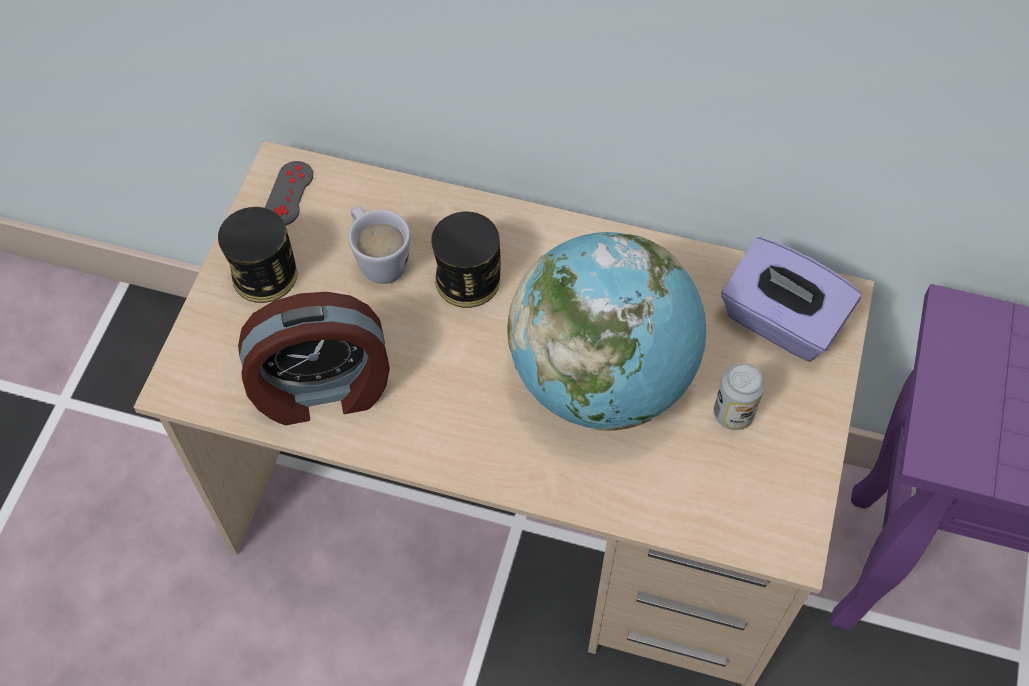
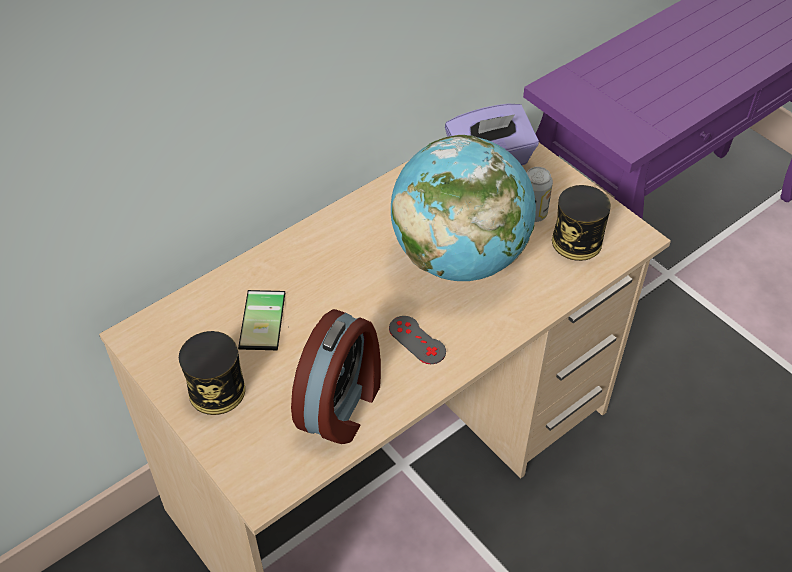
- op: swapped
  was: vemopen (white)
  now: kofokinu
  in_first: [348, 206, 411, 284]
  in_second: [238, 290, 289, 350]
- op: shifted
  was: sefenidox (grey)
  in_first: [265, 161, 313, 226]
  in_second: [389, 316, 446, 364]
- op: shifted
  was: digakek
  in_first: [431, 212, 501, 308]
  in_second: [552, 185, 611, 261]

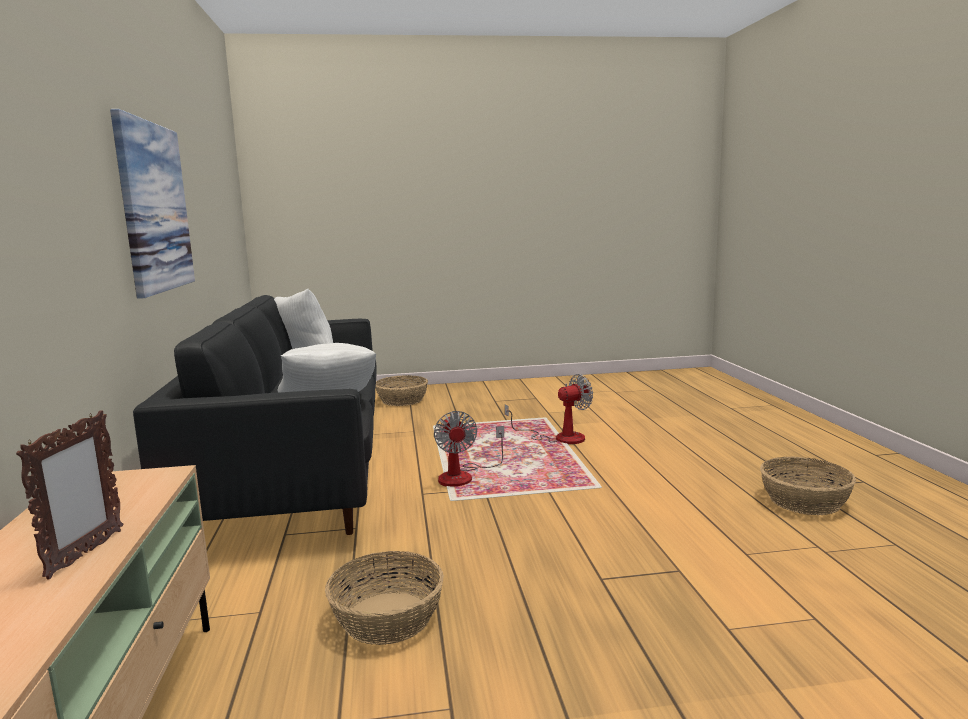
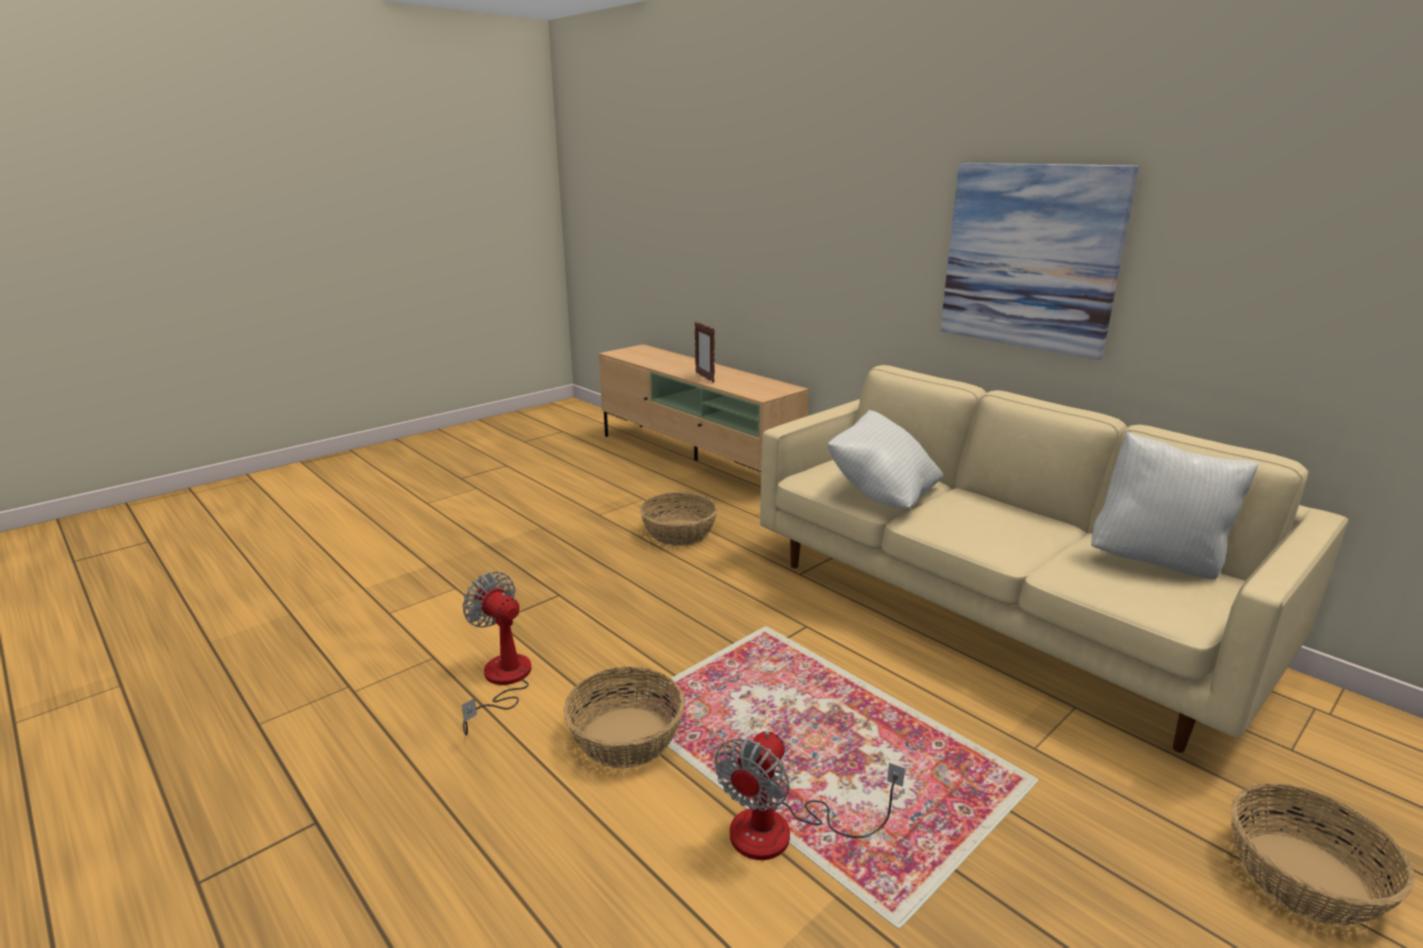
- op: shifted
  was: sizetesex
  in_first: [434, 411, 504, 487]
  in_second: [462, 571, 532, 736]
- op: shifted
  was: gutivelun
  in_first: [760, 456, 856, 515]
  in_second: [564, 667, 685, 769]
- op: repainted
  was: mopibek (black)
  now: mopibek (beige)
  in_first: [133, 295, 377, 535]
  in_second: [760, 365, 1348, 753]

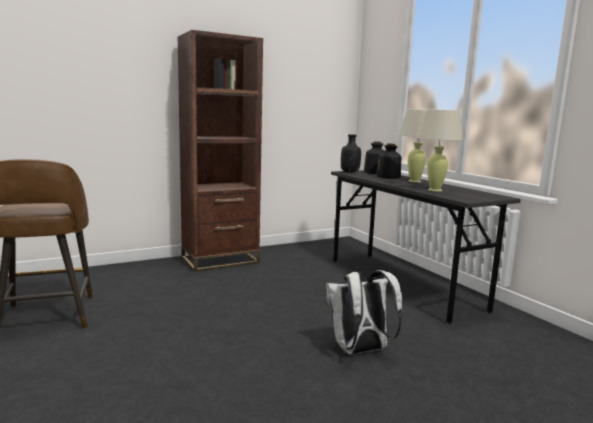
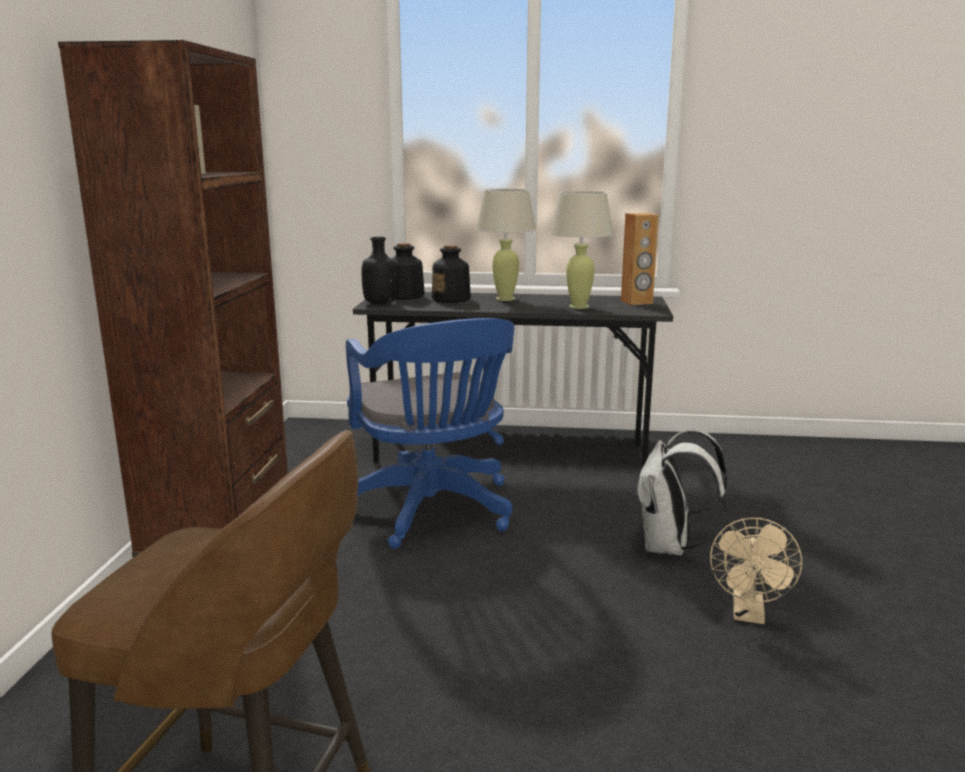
- op: new
  now: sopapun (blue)
  in_second: [346, 318, 514, 549]
- op: new
  now: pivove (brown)
  in_second: [621, 213, 659, 305]
- op: new
  now: sizetesex (beige)
  in_second: [710, 518, 802, 624]

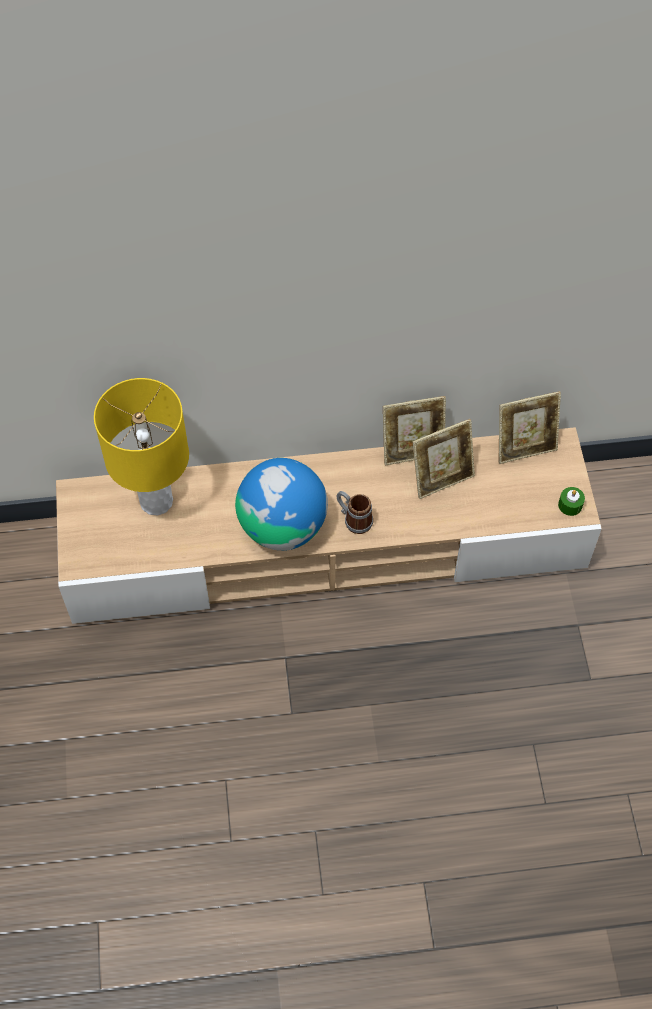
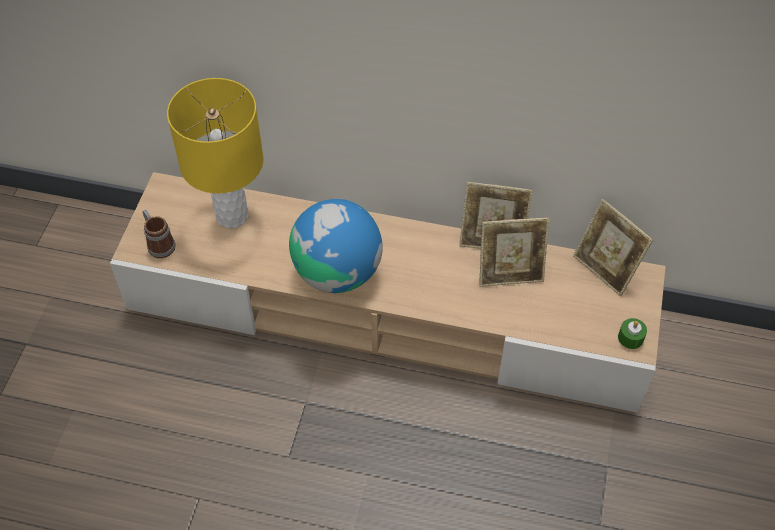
- op: shifted
  was: vemopen
  in_first: [337, 491, 373, 534]
  in_second: [143, 210, 176, 258]
- op: rotated
  was: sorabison
  in_first: [499, 391, 561, 464]
  in_second: [573, 199, 653, 296]
  clockwise: 45

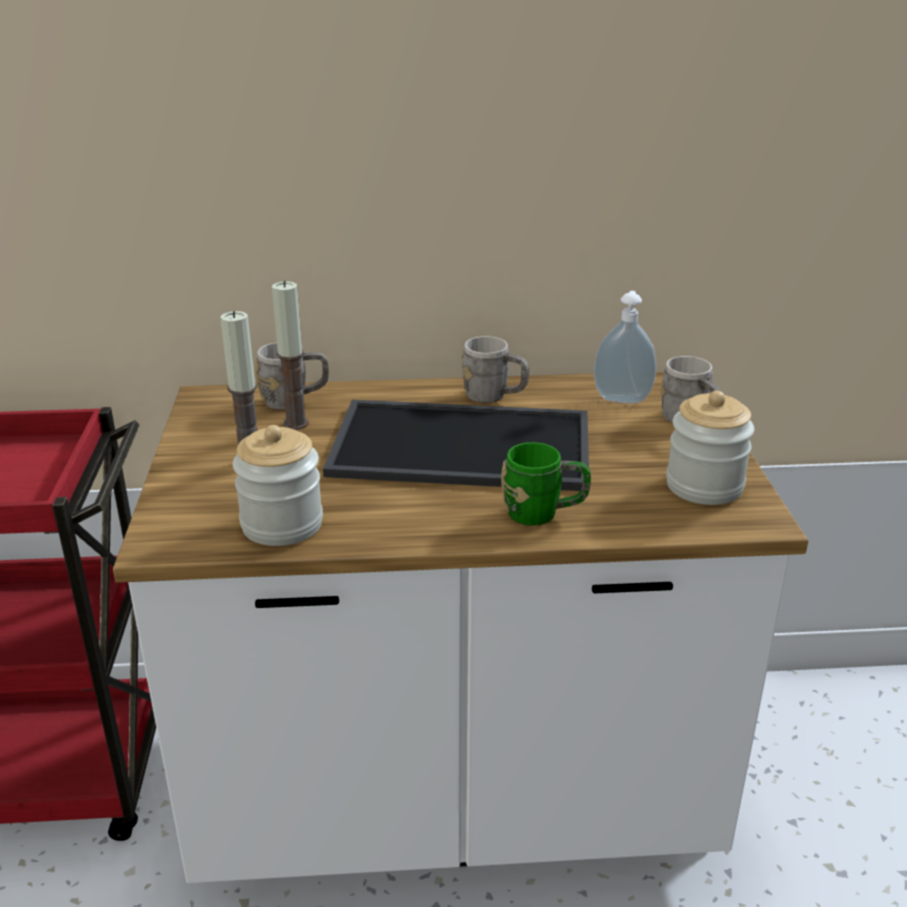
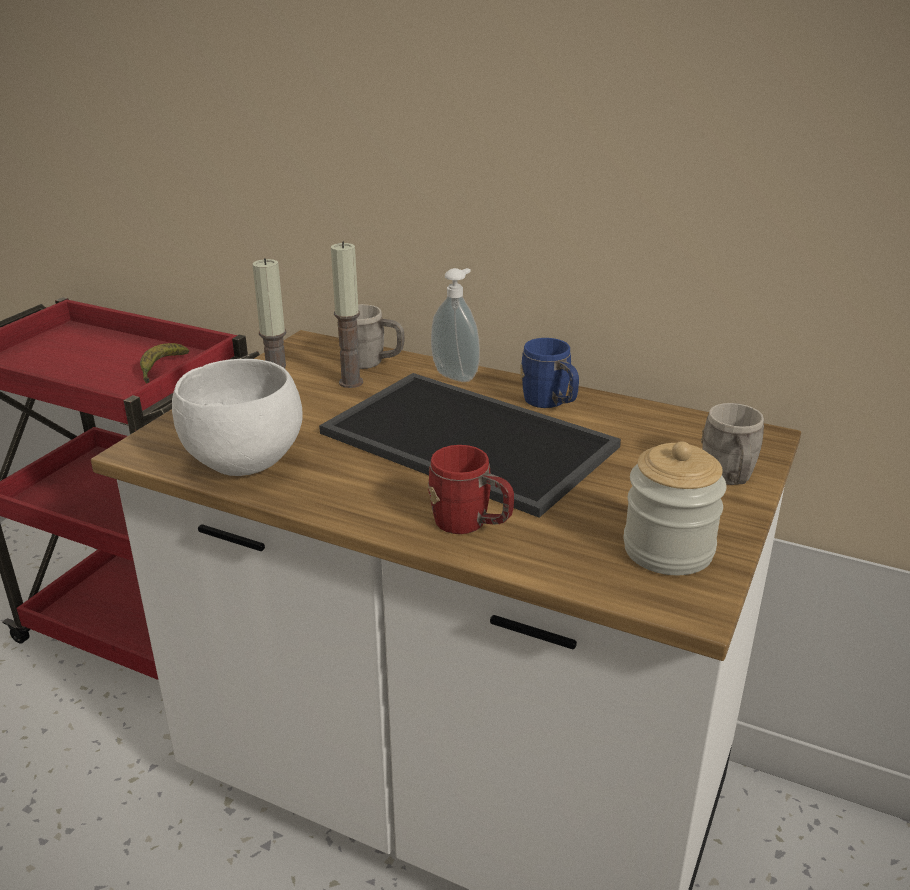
- op: new
  now: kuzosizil
  in_second: [140, 343, 189, 384]
- op: swapped
  was: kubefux
  now: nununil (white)
  in_first: [233, 425, 323, 546]
  in_second: [172, 359, 303, 476]
- op: repainted
  was: vemopen (green)
  now: vemopen (red)
  in_first: [501, 442, 591, 526]
  in_second: [428, 445, 514, 534]
- op: shifted
  was: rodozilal
  in_first: [594, 291, 656, 403]
  in_second: [431, 268, 480, 382]
- op: repainted
  was: vemopen (grey)
  now: vemopen (blue)
  in_first: [462, 336, 529, 403]
  in_second: [520, 338, 579, 408]

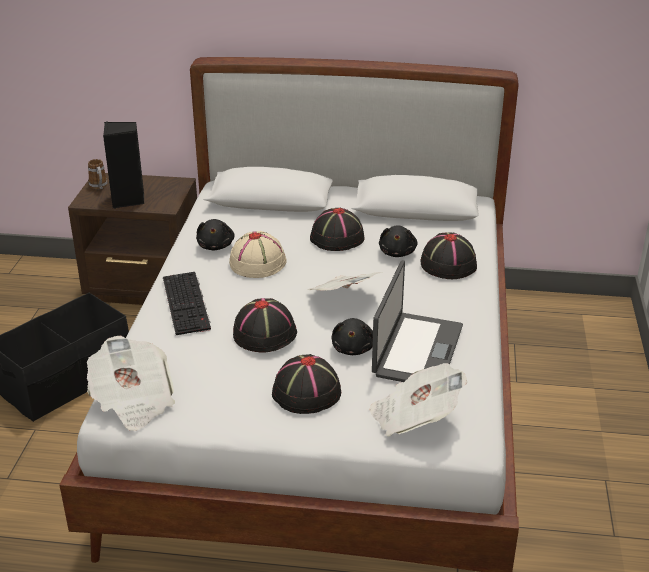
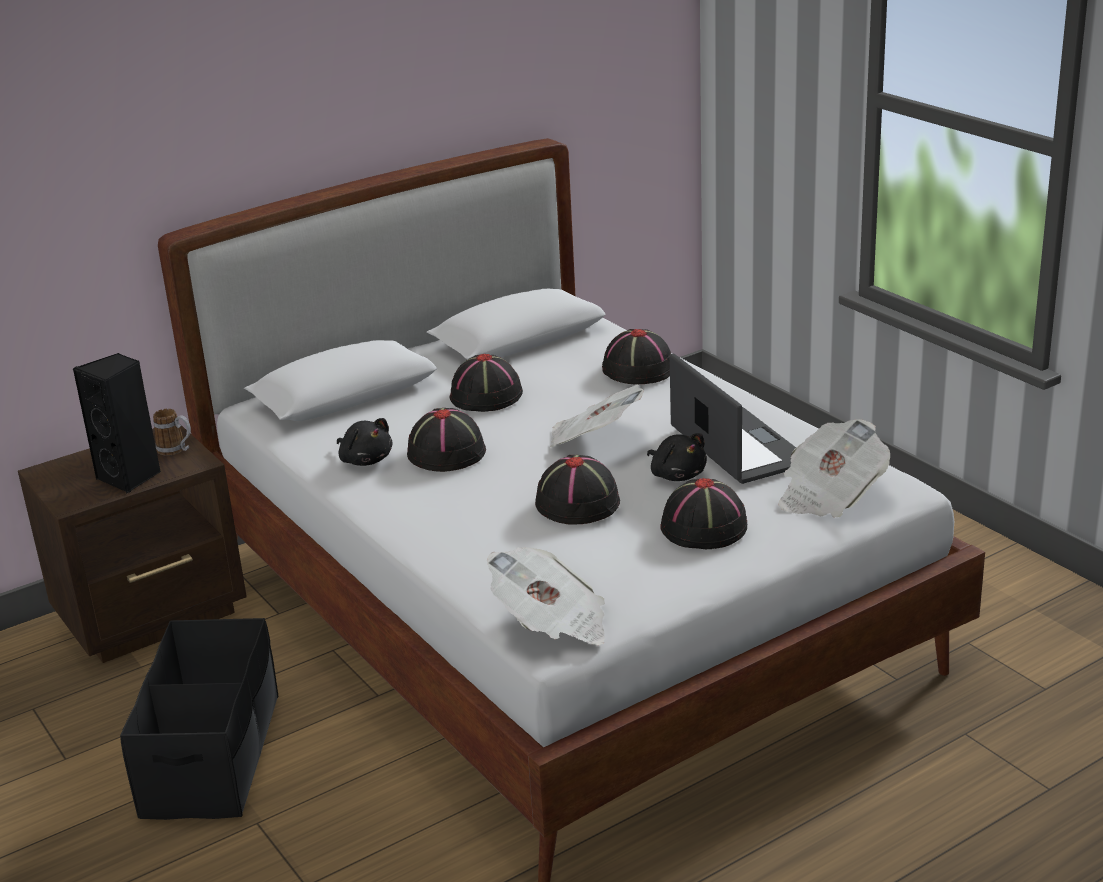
- op: shifted
  was: vemopen
  in_first: [88, 159, 108, 189]
  in_second: [153, 409, 191, 456]
- op: repainted
  was: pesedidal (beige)
  now: pesedidal (black)
  in_first: [229, 231, 287, 278]
  in_second: [407, 408, 486, 472]
- op: gone
  was: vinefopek
  in_first: [163, 272, 211, 335]
- op: gone
  was: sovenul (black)
  in_first: [379, 225, 418, 257]

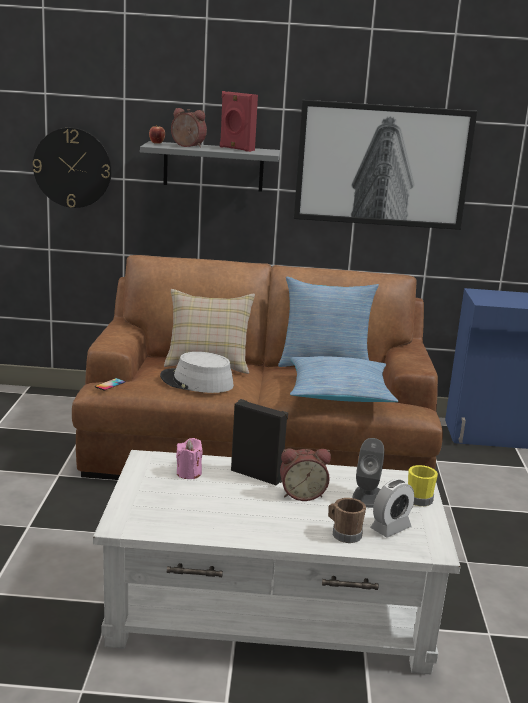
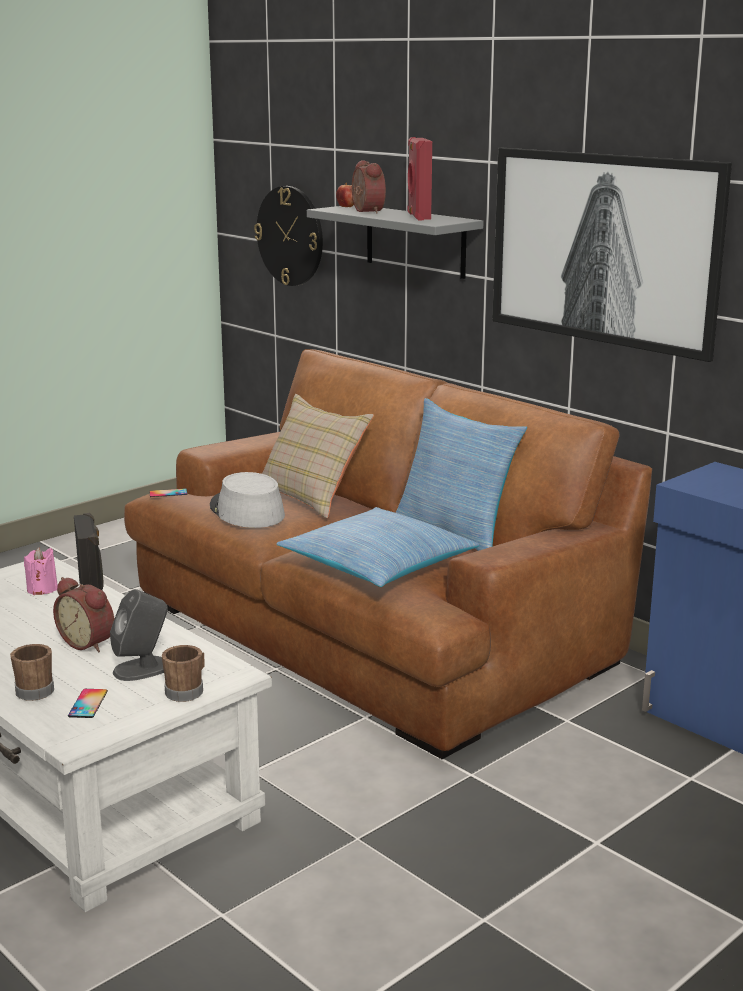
- op: swapped
  was: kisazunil
  now: kofokinu
  in_first: [370, 479, 414, 537]
  in_second: [68, 689, 108, 718]
- op: repainted
  was: vemopen (yellow)
  now: vemopen (brown)
  in_first: [408, 465, 438, 506]
  in_second: [162, 645, 204, 702]

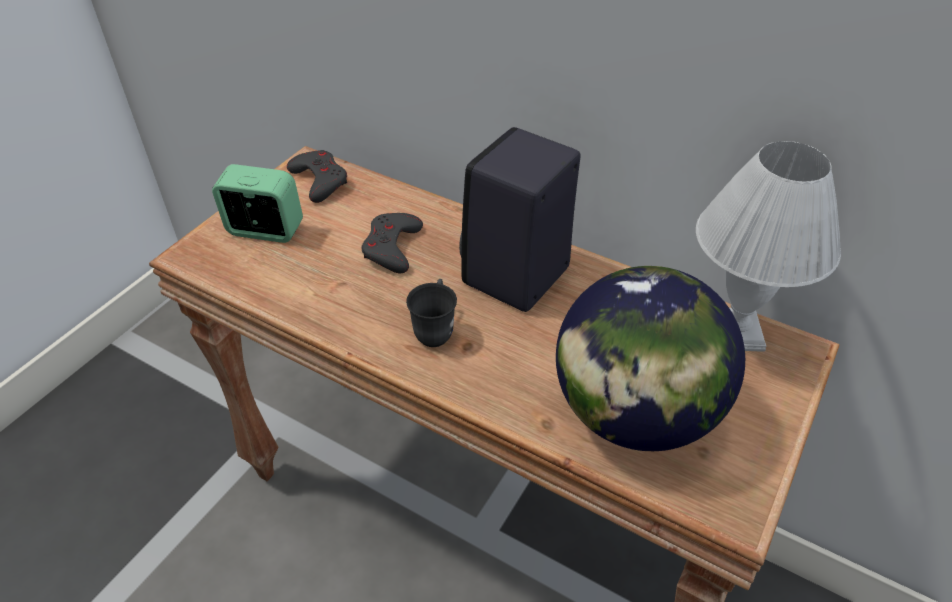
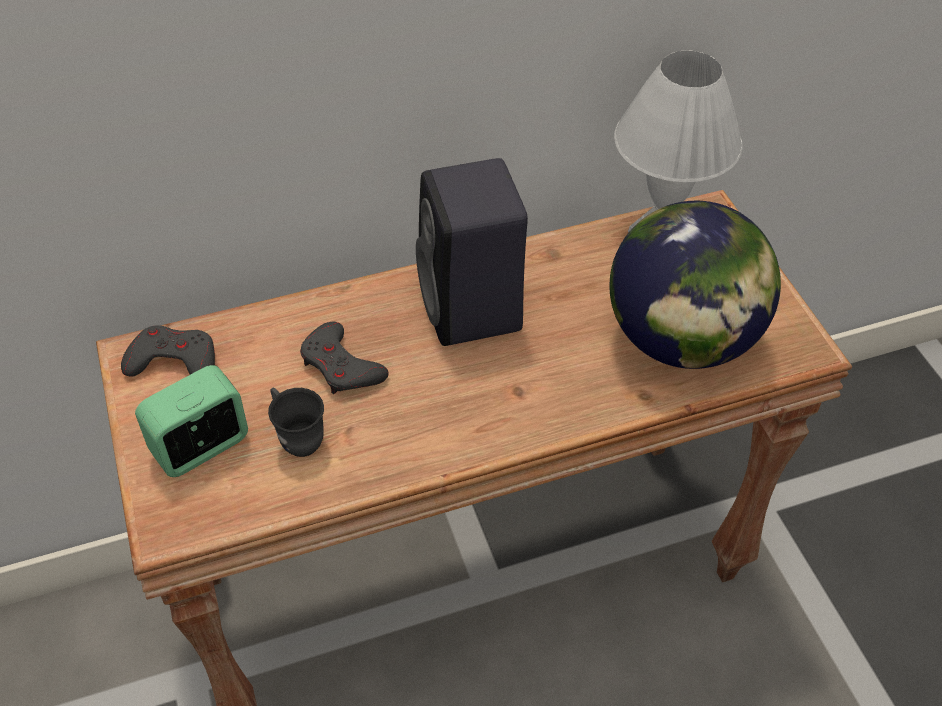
- op: shifted
  was: vemopen (grey)
  in_first: [406, 279, 457, 347]
  in_second: [268, 388, 324, 457]

